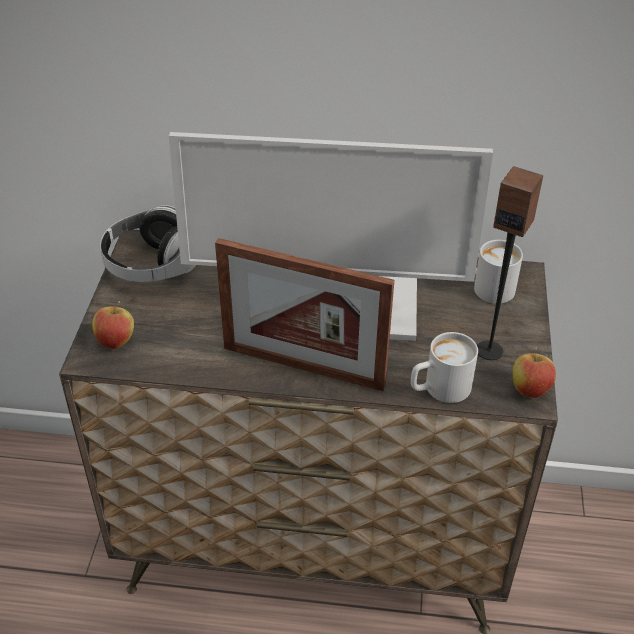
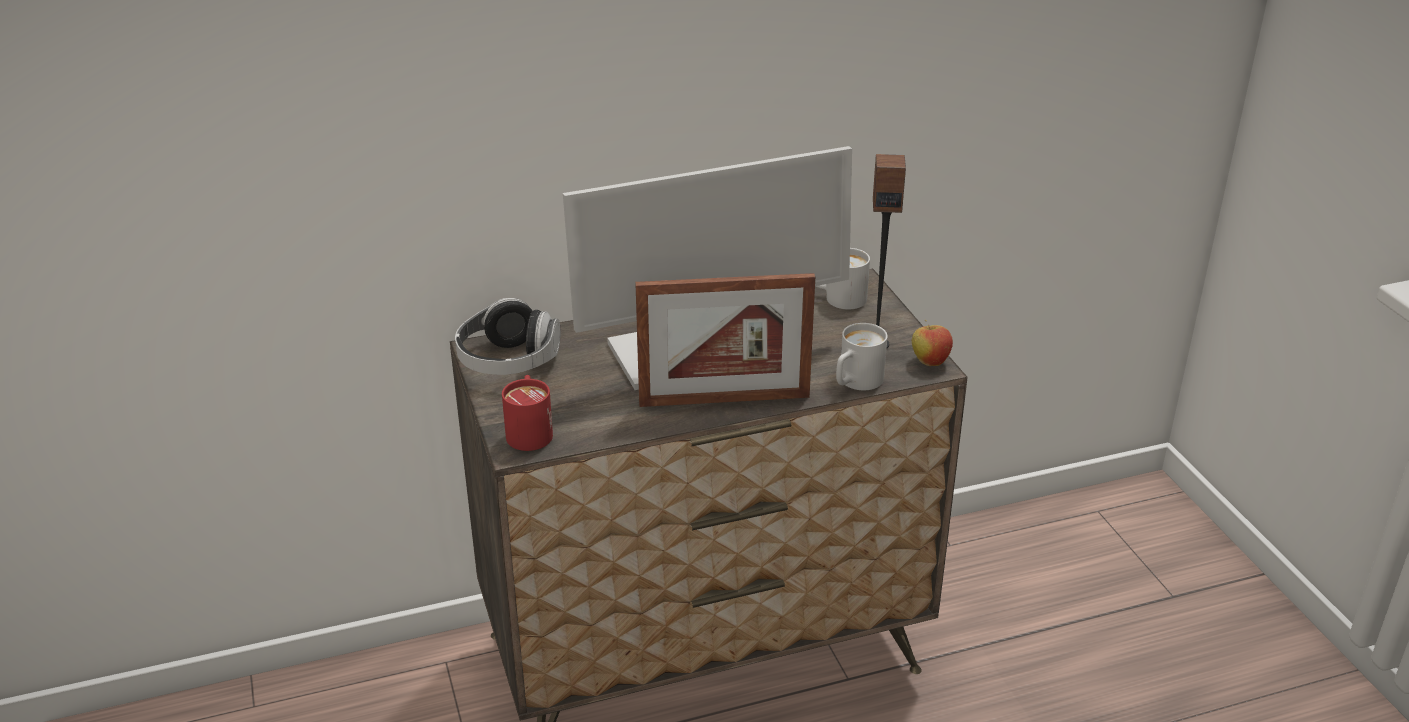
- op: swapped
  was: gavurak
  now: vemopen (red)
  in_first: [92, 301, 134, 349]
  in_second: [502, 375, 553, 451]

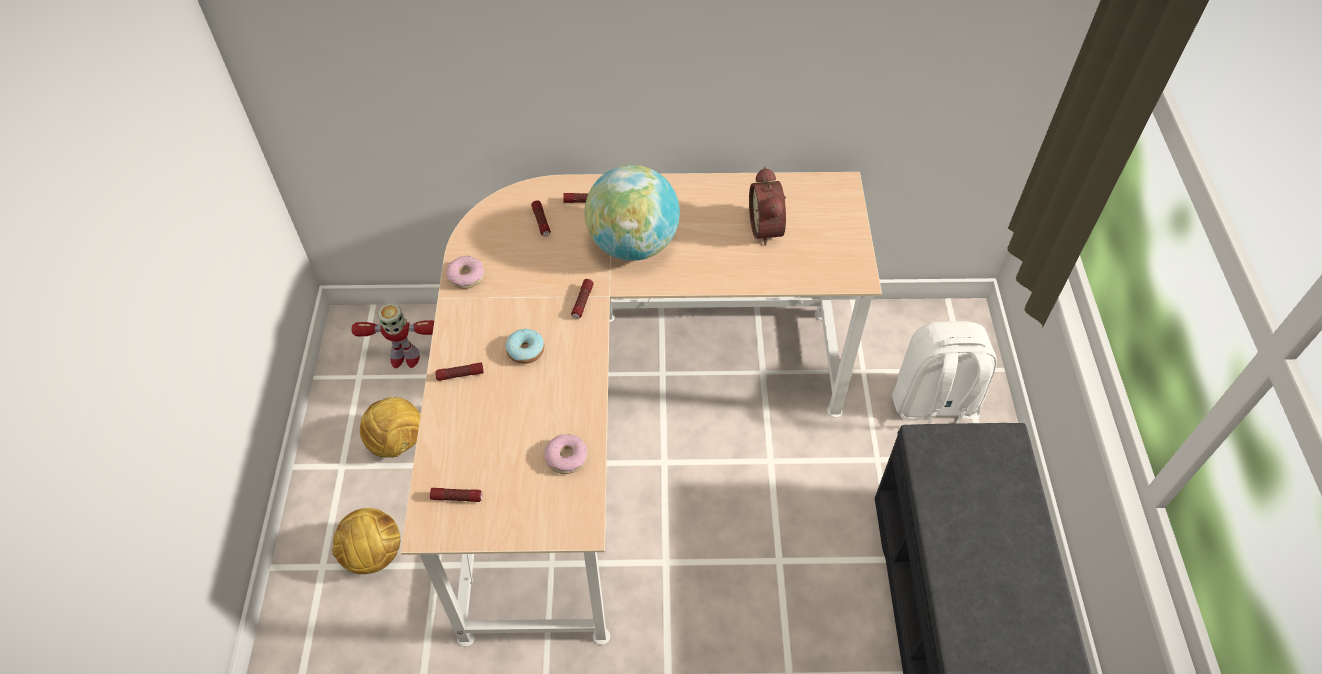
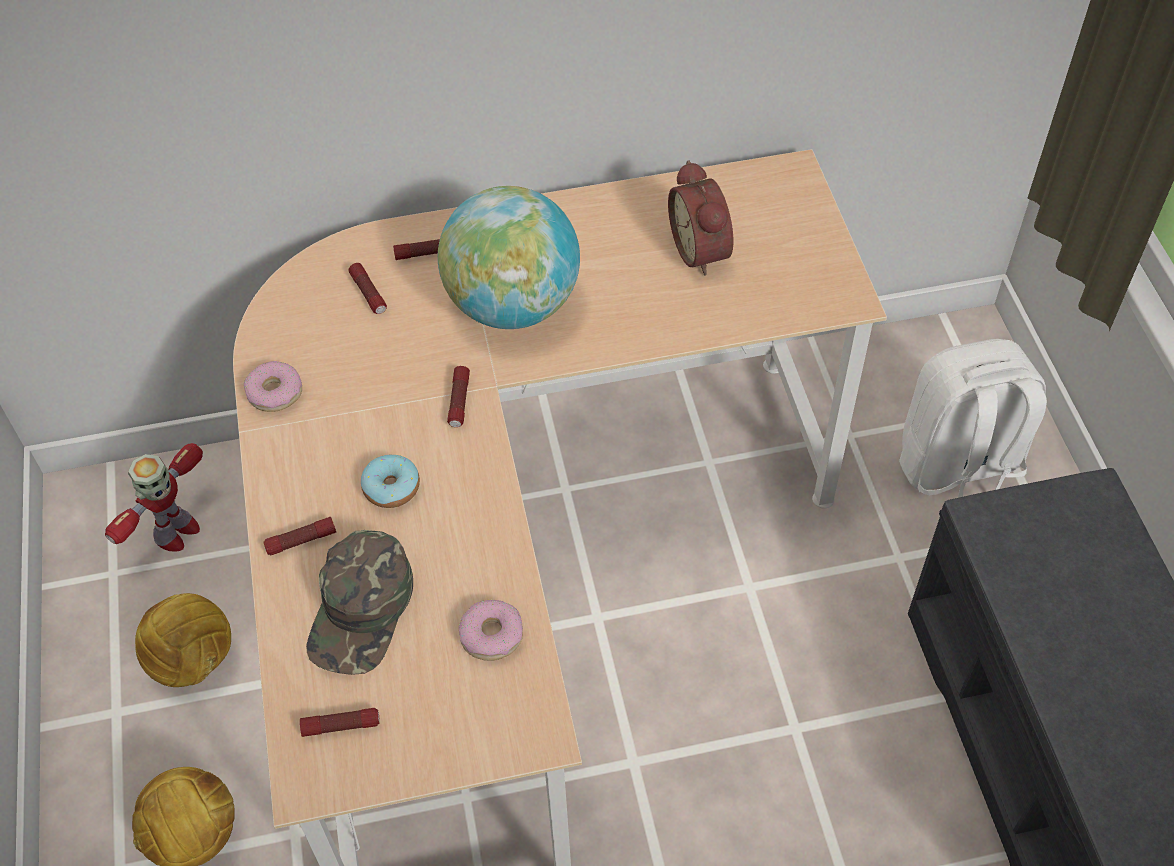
- op: rotated
  was: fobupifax
  in_first: [351, 303, 434, 368]
  in_second: [105, 443, 203, 552]
  clockwise: -45
- op: new
  now: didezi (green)
  in_second: [306, 530, 413, 675]

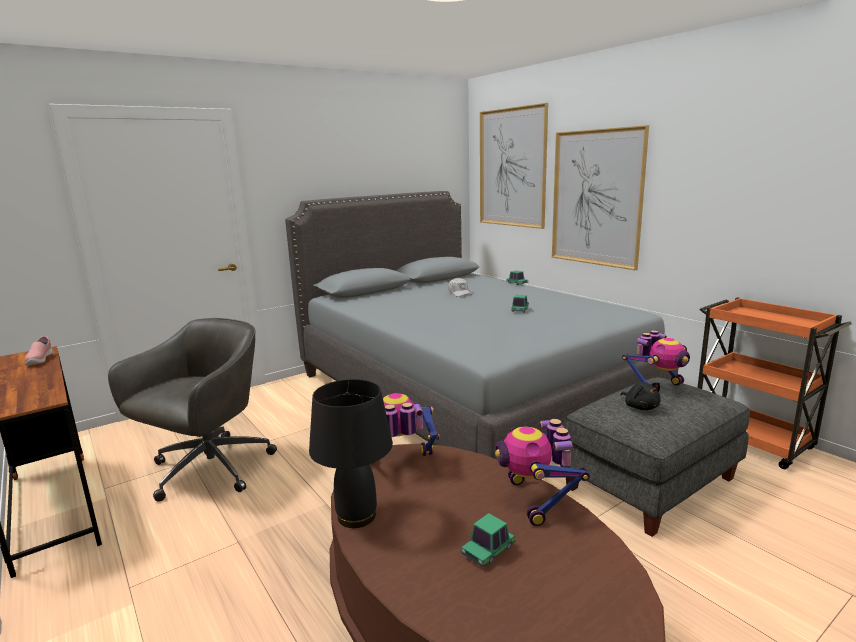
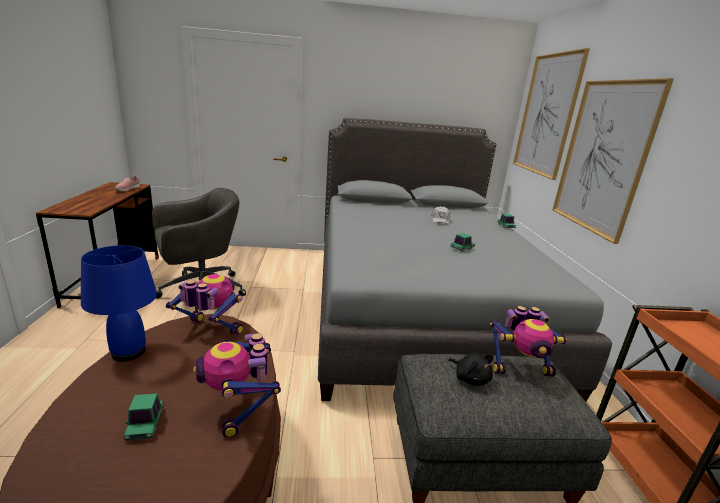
- op: repainted
  was: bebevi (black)
  now: bebevi (blue)
  in_first: [309, 379, 393, 528]
  in_second: [81, 245, 157, 362]
- op: rotated
  was: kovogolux
  in_first: [461, 513, 515, 567]
  in_second: [124, 393, 164, 441]
  clockwise: -90
- op: rotated
  was: fobupifax
  in_first: [495, 419, 590, 526]
  in_second: [193, 333, 281, 438]
  clockwise: -45
- op: rotated
  was: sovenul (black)
  in_first: [621, 382, 661, 410]
  in_second: [448, 353, 494, 386]
  clockwise: -45

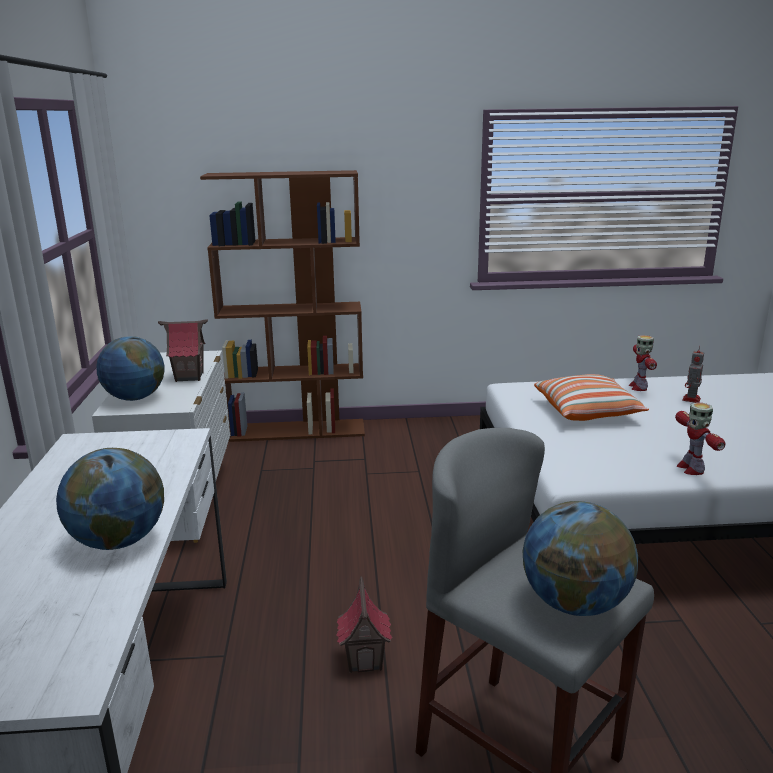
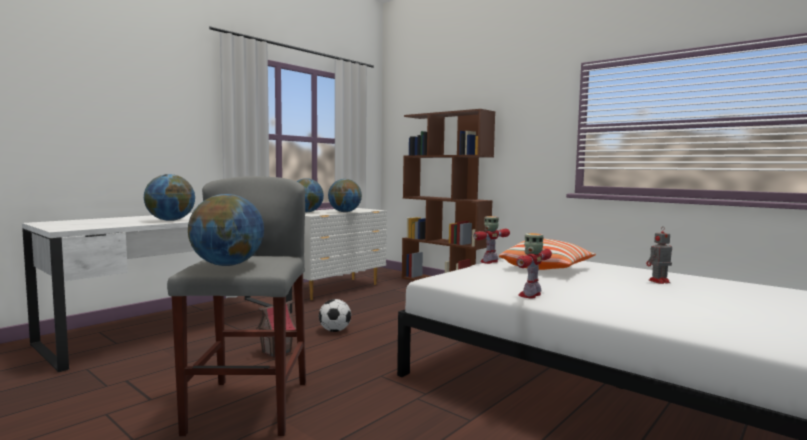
- op: new
  now: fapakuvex
  in_second: [319, 299, 351, 332]
- op: swapped
  was: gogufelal
  now: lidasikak
  in_first: [158, 320, 208, 382]
  in_second: [328, 179, 362, 212]
- op: shifted
  was: fobupifax
  in_first: [629, 335, 657, 391]
  in_second: [473, 216, 510, 264]

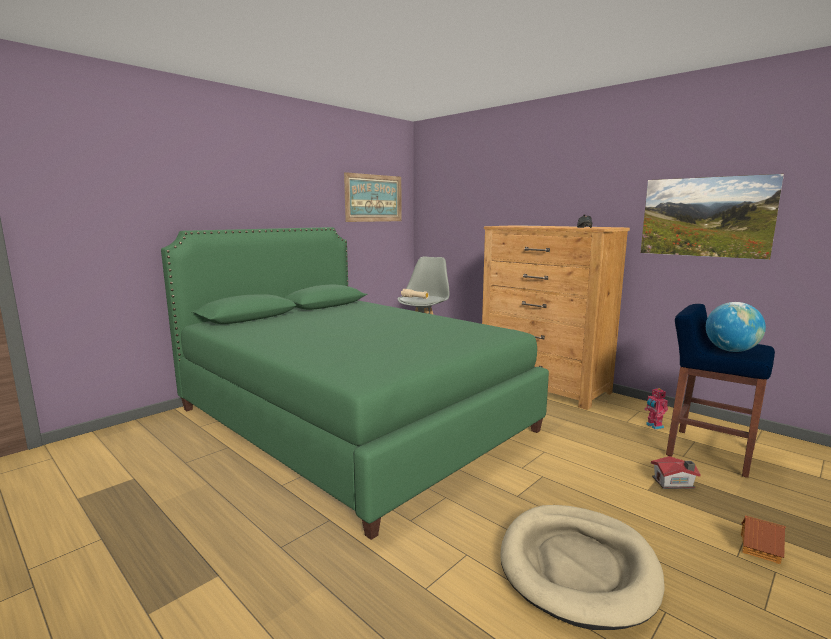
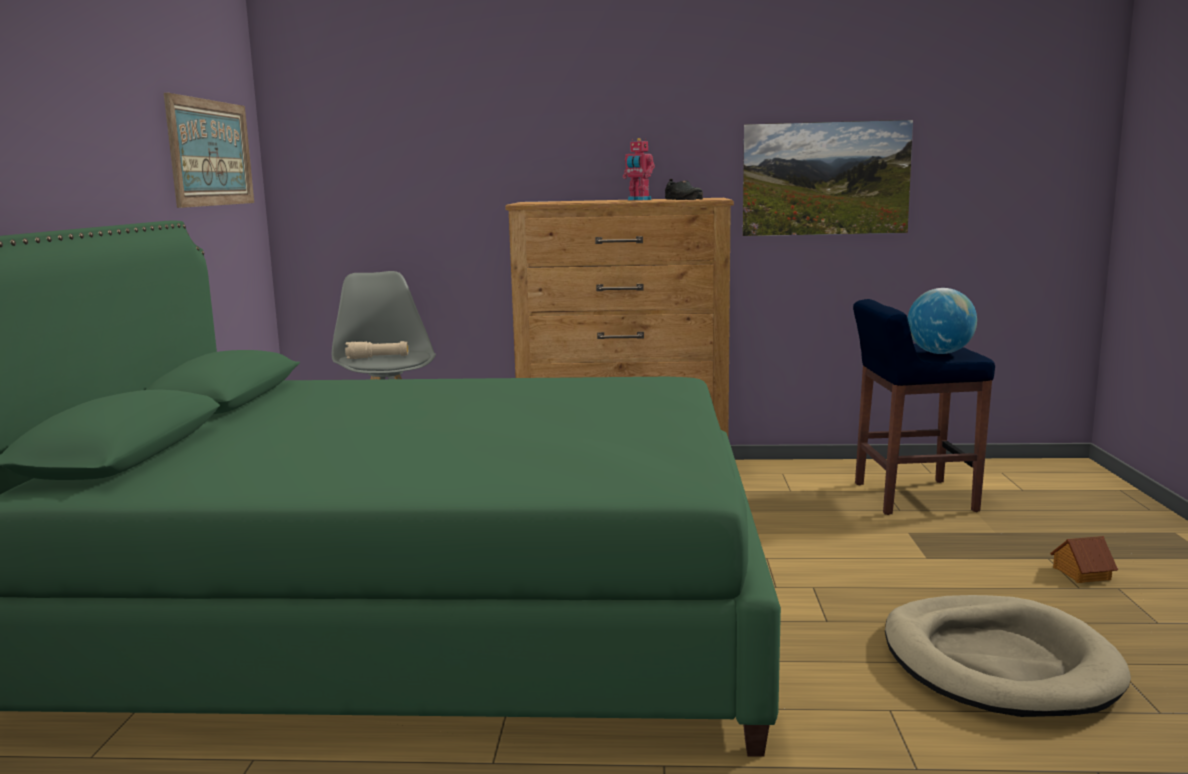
- op: shifted
  was: fobupifax
  in_first: [645, 387, 668, 429]
  in_second: [623, 138, 655, 200]
- op: gone
  was: gogufelal
  in_first: [651, 456, 700, 489]

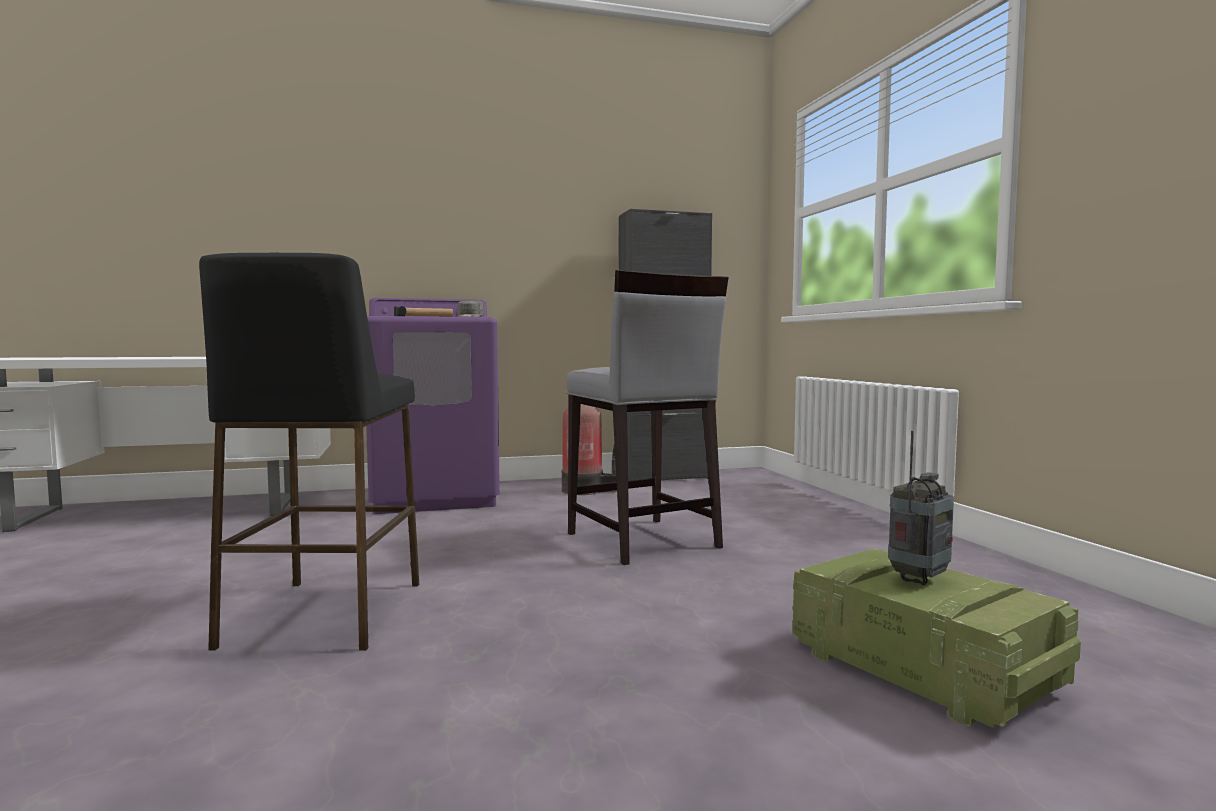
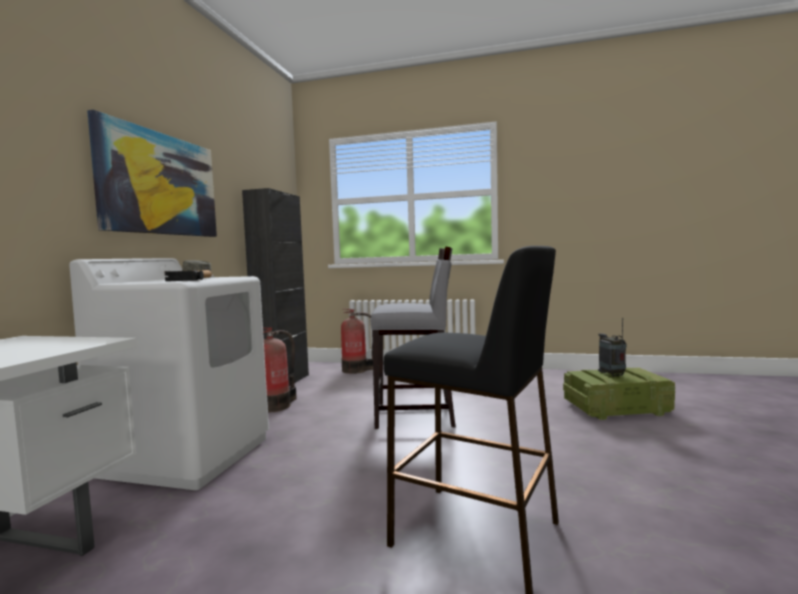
- op: repainted
  was: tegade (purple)
  now: tegade (white)
  in_first: [366, 298, 500, 514]
  in_second: [69, 258, 269, 490]
- op: new
  now: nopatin
  in_second: [87, 110, 217, 237]
- op: new
  now: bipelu
  in_second: [341, 308, 373, 374]

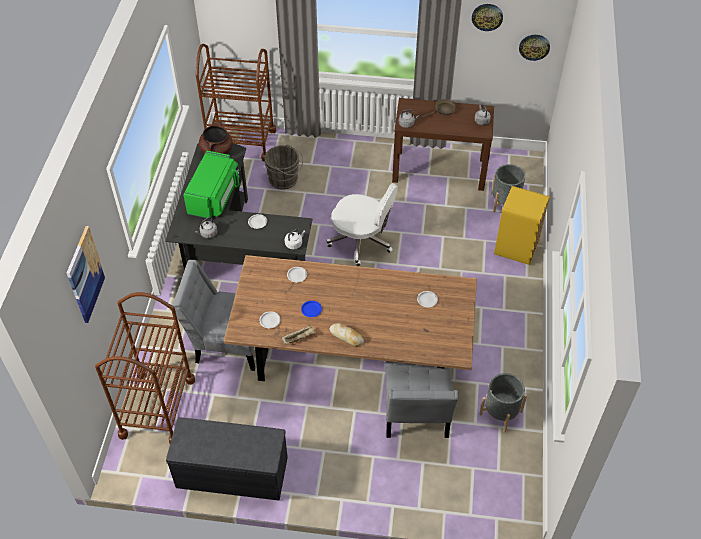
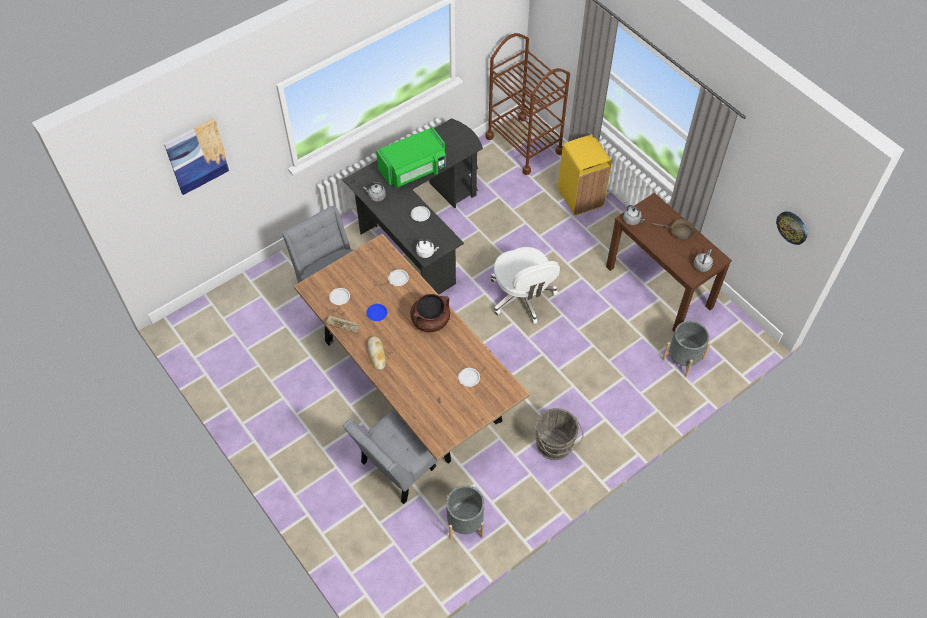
- op: shifted
  was: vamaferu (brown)
  in_first: [199, 122, 233, 154]
  in_second: [410, 294, 450, 332]
- op: shifted
  was: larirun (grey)
  in_first: [265, 144, 303, 190]
  in_second: [535, 408, 584, 460]
- op: shifted
  was: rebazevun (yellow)
  in_first: [494, 186, 550, 265]
  in_second: [558, 134, 612, 215]
- op: gone
  was: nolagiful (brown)
  in_first: [95, 292, 195, 444]
- op: gone
  was: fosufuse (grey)
  in_first: [166, 417, 288, 501]
- op: gone
  was: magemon
  in_first: [472, 4, 503, 31]

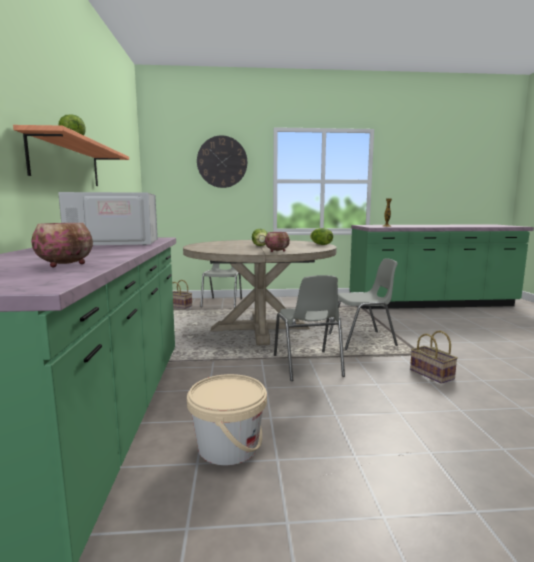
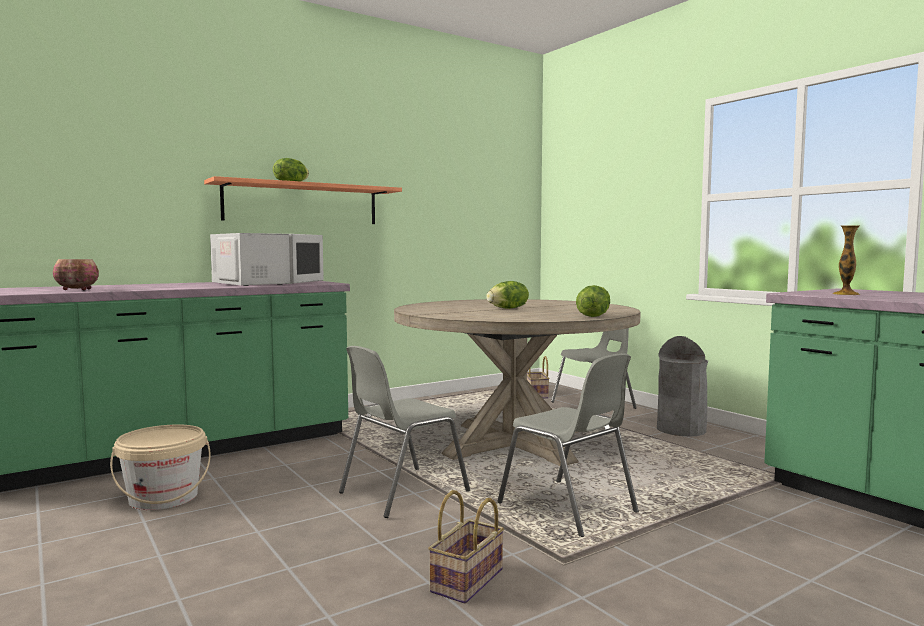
- op: new
  now: rebazevun (grey)
  in_second: [657, 336, 708, 436]
- op: gone
  was: magemon
  in_first: [197, 135, 247, 188]
- op: gone
  was: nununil
  in_first: [265, 232, 290, 252]

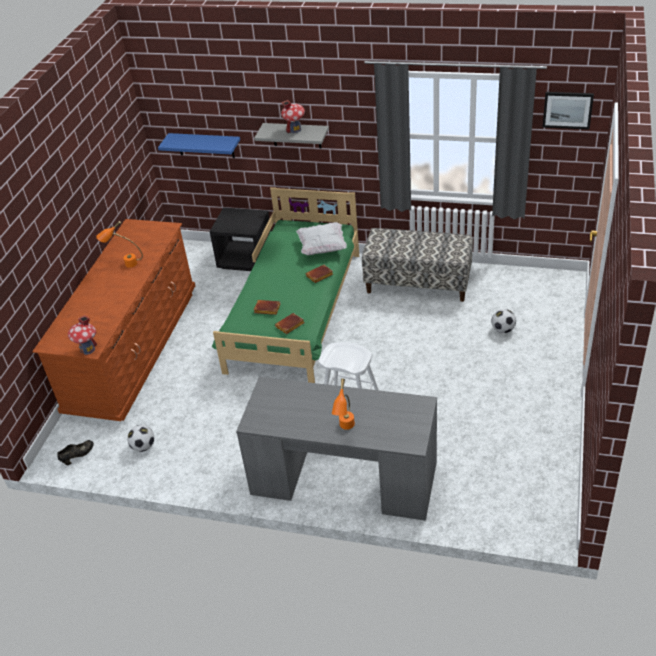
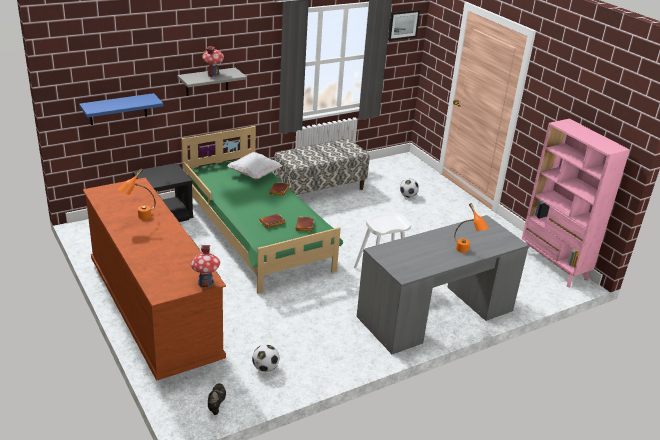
- op: new
  now: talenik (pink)
  in_second: [522, 119, 630, 287]

